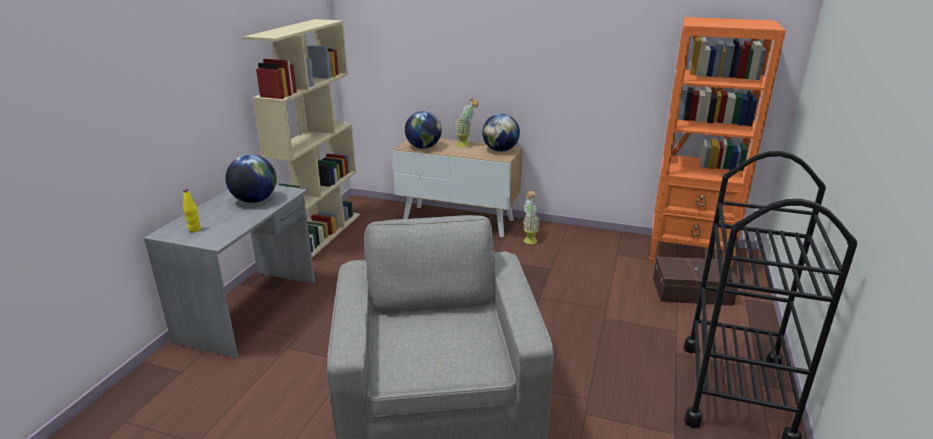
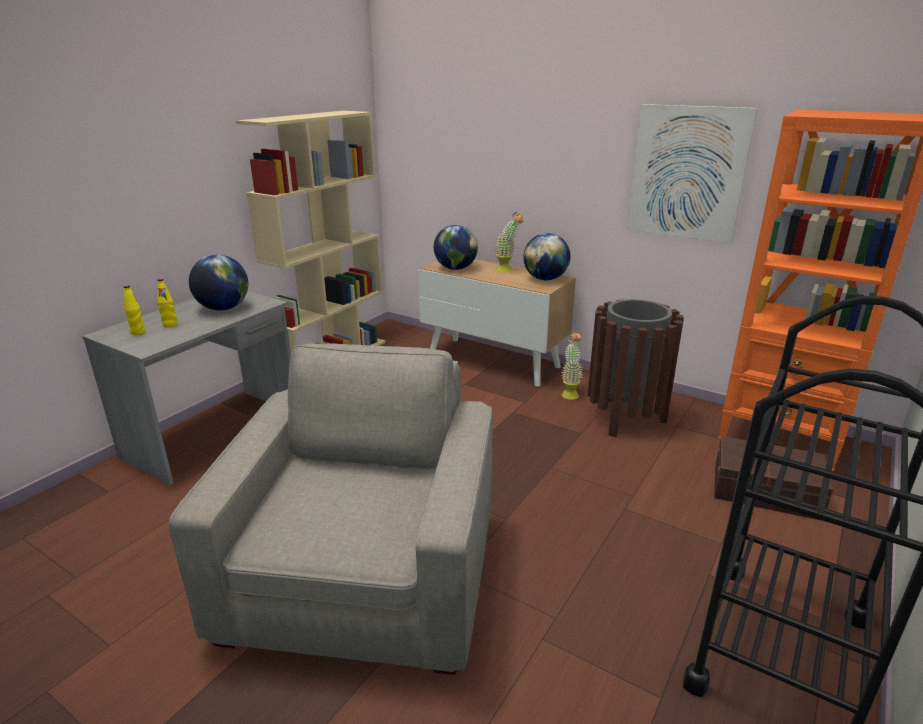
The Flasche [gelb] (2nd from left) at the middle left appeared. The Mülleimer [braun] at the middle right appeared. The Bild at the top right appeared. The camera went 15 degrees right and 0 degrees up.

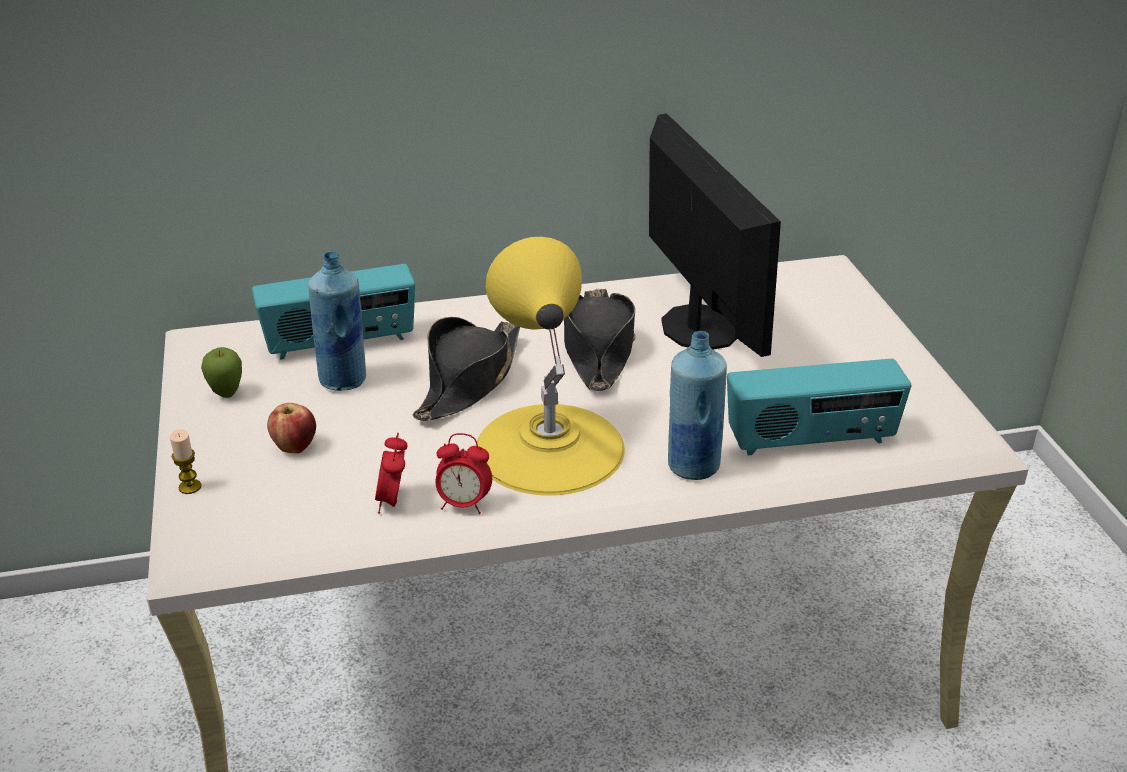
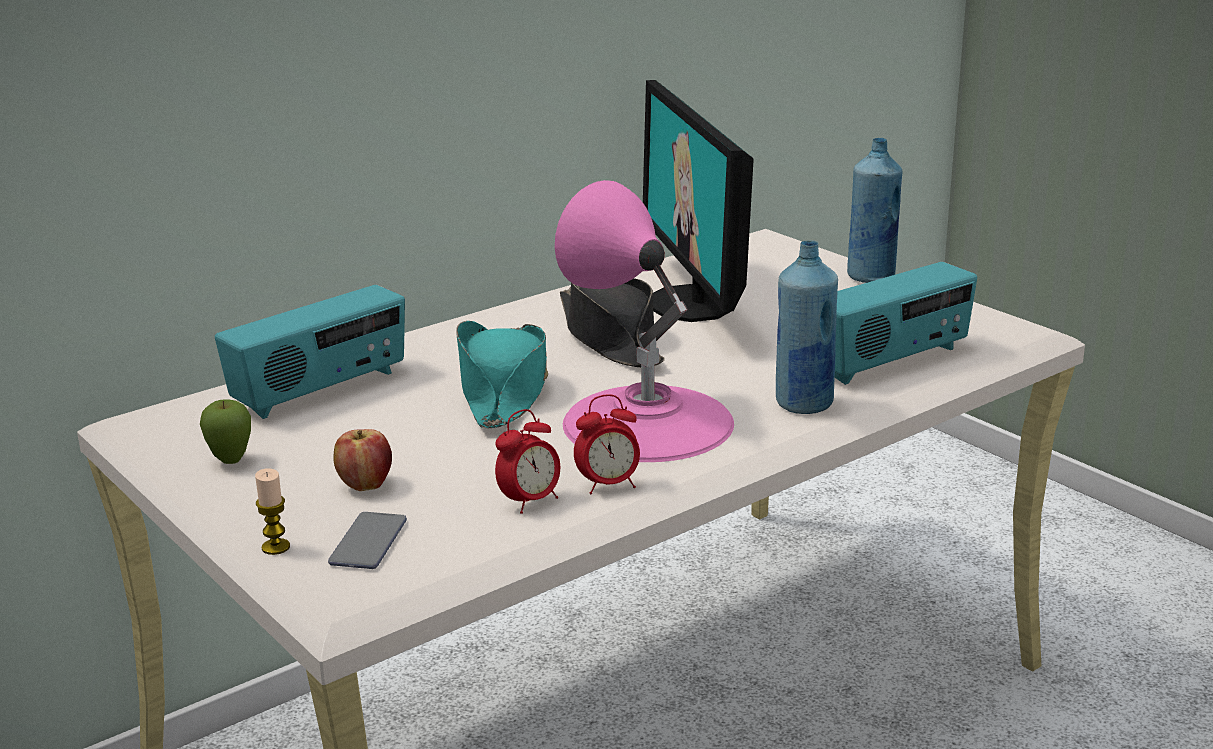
The Flasche [blau] (1st from left in the first image) moved from the middle left to the top right. The Wecker (1st from left) at the centre turned 105 degrees counterclockwise. The Hut [schwarz] (1st from left) at the centre became the Hut [türkis] at the centre. The Tischlampe [gelb] at the centre became the Tischlampe [rosa] at the centre. The Monitor at the top centre turned 150 degrees counterclockwise. The Handy at the bottom left appeared. The camera went 25 degrees left and 10 degrees down.

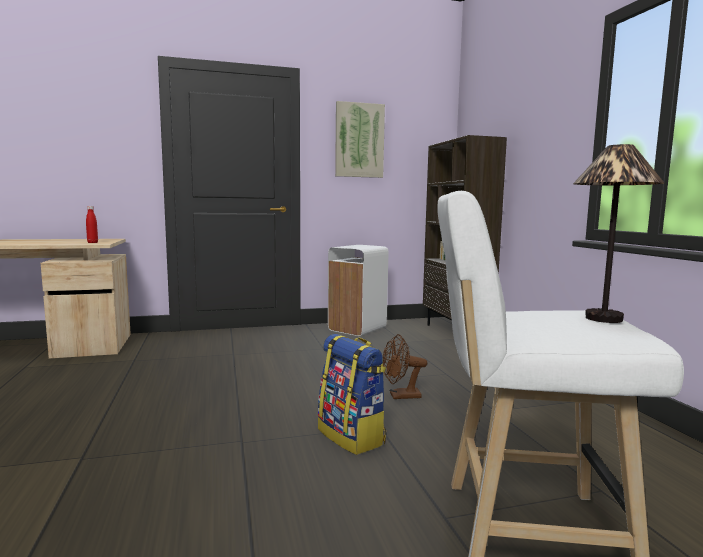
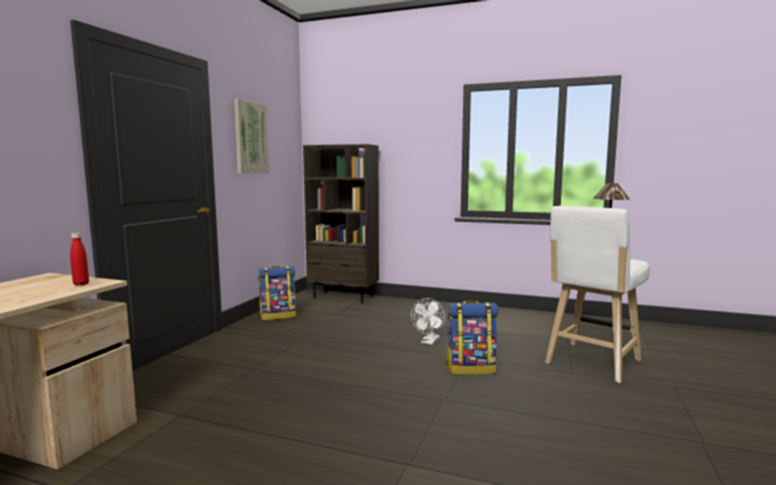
The Mülleimer [weiß] at the centre was replaced by the Rucksack (1st from left) at the centre. The Ventilator [braun] at the centre became the Ventilator [weiß] at the centre. The camera went 55 degrees left and 0 degrees up.

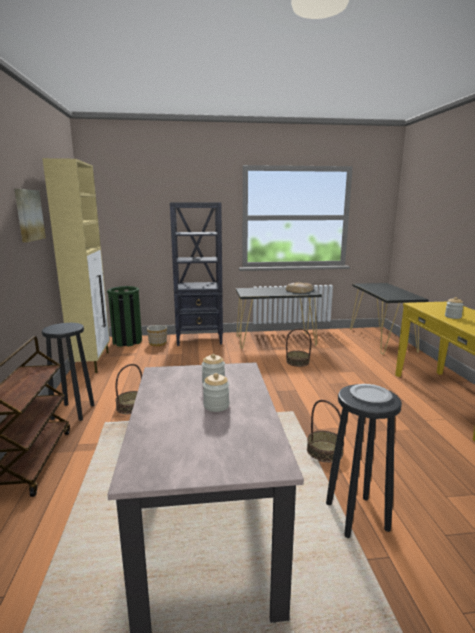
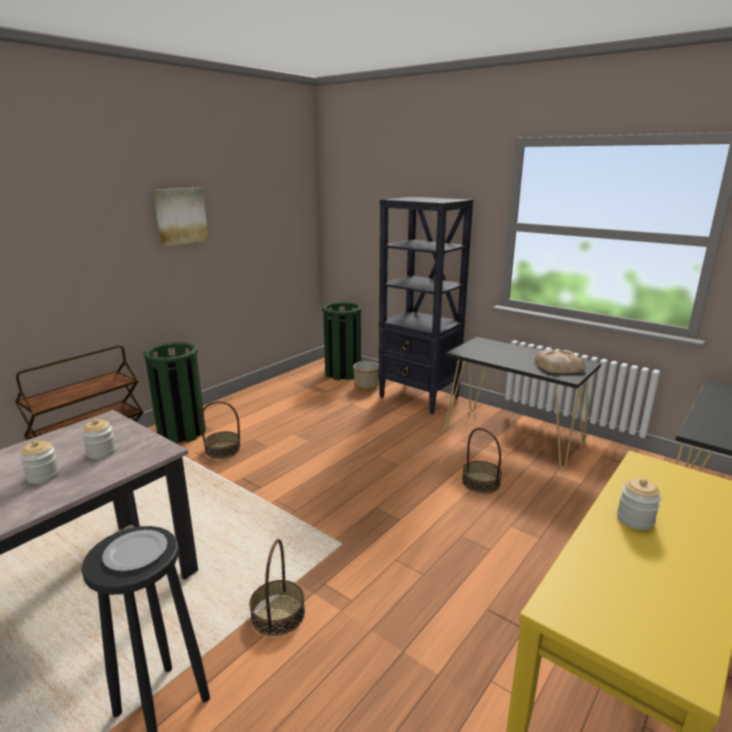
The Schrank [beige] at the middle left disappeared. The Hocker [schwarz] (1st from left) at the middle left was replaced by the Mülleimer [grün] (1st from left) at the middle left. The camera went 45 degrees right and 5 degrees up.

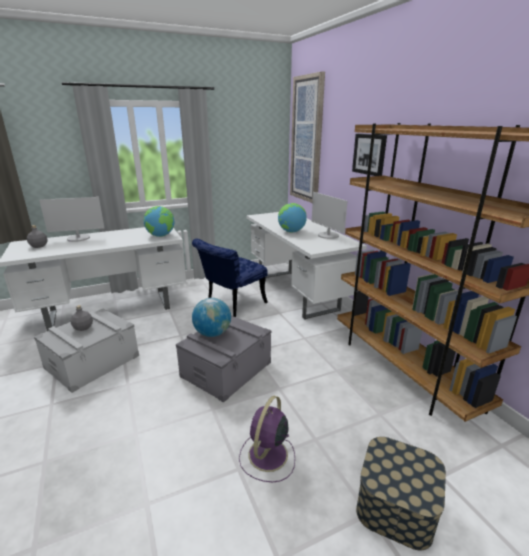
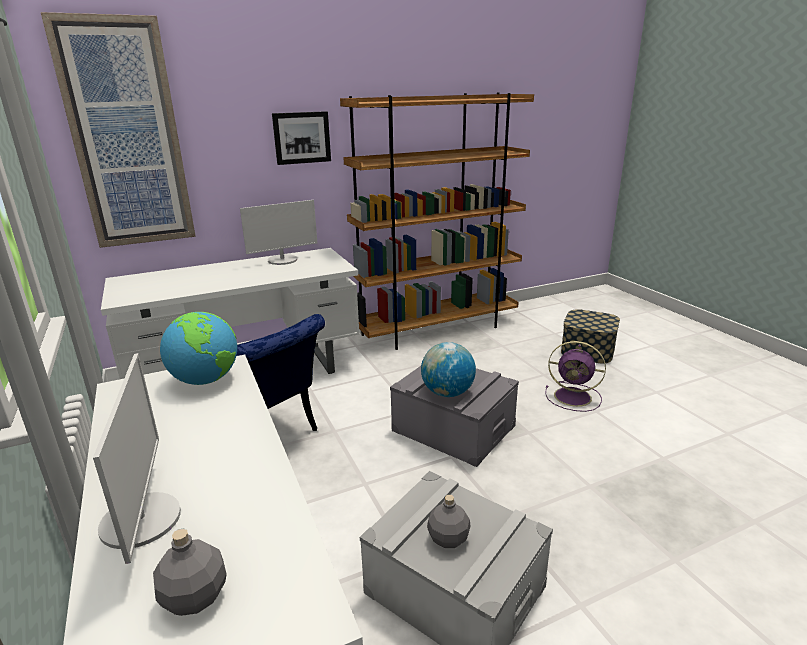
The Globus (3rd from left) at the centre disappeared. The camera went 90 degrees left and 0 degrees up.

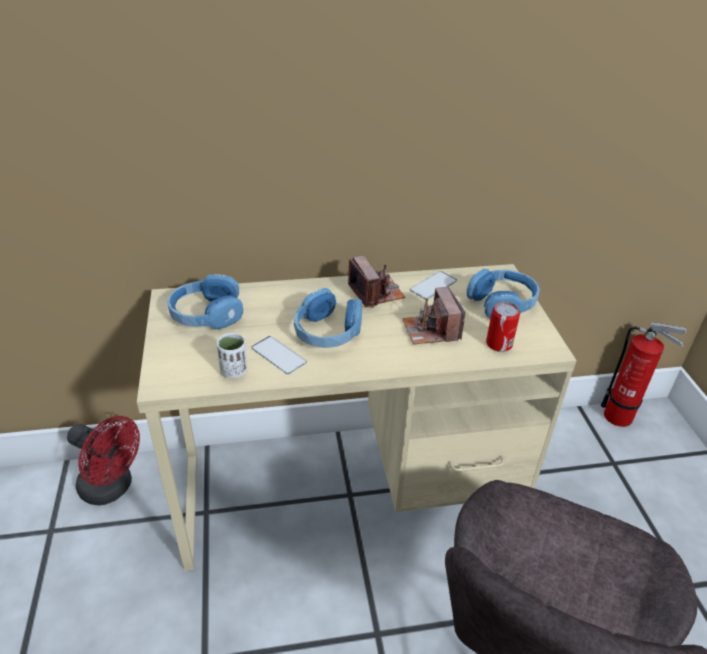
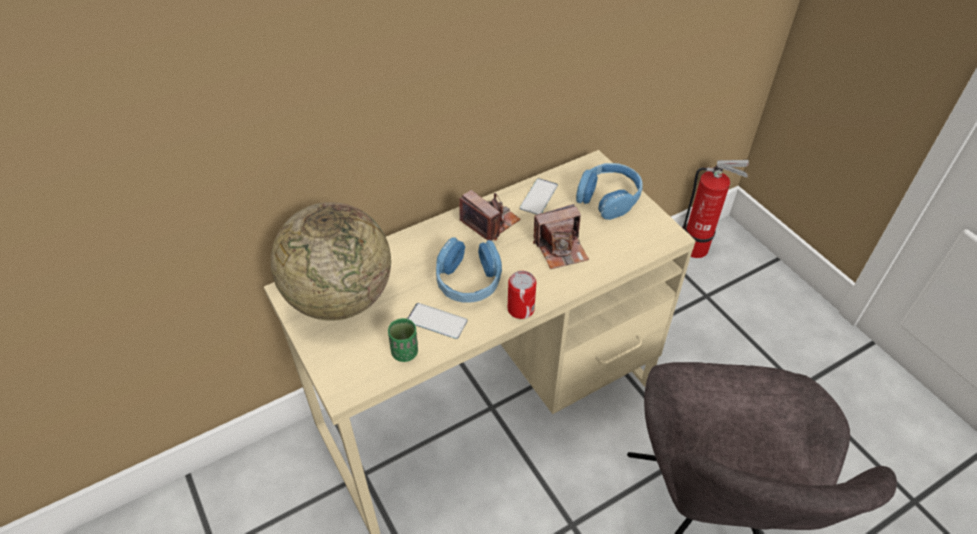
The Ventilator [rot] at the bottom left disappeared. The Kopfhörer [blau] (1st from left) at the middle left was replaced by the Globus at the centre. The Tasse [weiß] at the middle left became the Tasse [grün] at the centre. The Kamera (2nd from left) at the centre turned 75 degrees counterclockwise. The Dose moved from the middle right to the centre. The camera went 20 degrees left and 10 degrees up.

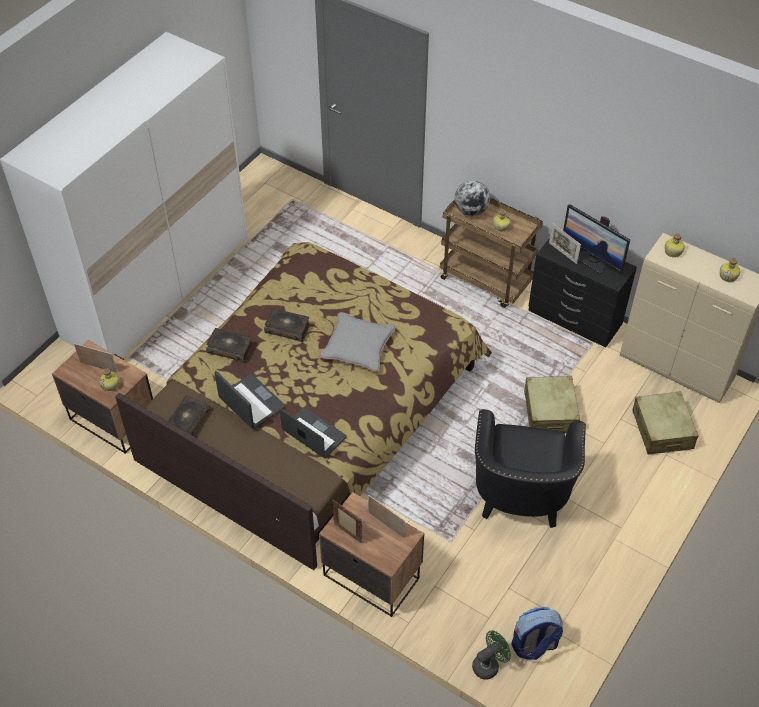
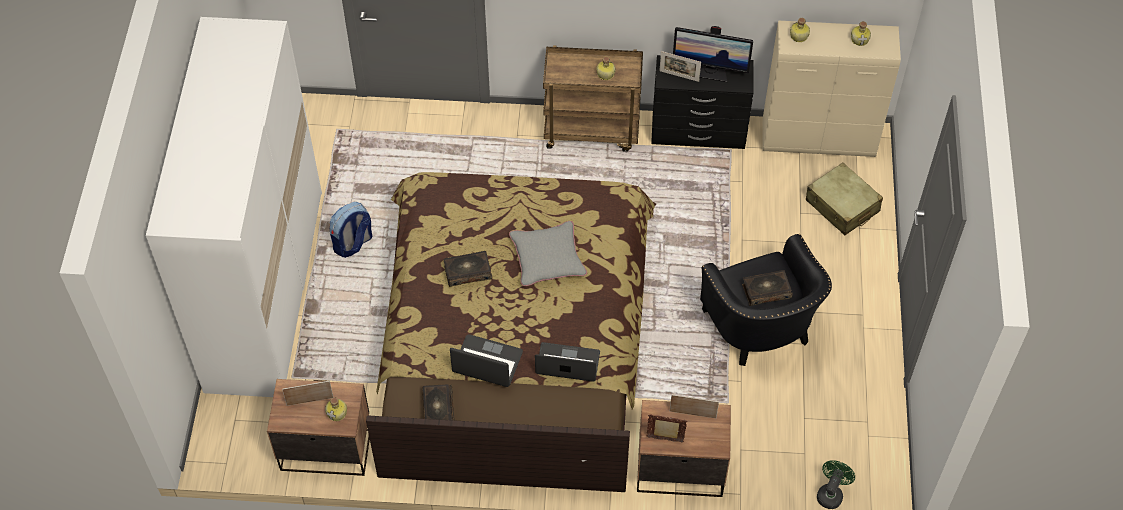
The Buch (2nd from left in the first image) moved from the middle left to the middle right. The Globus at the top centre disappeared. The Rucksack moved from the bottom right to the middle left. The Koffer [beige] (1st from left) at the middle right disappeared. The camera went 30 degrees left and 5 degrees up.

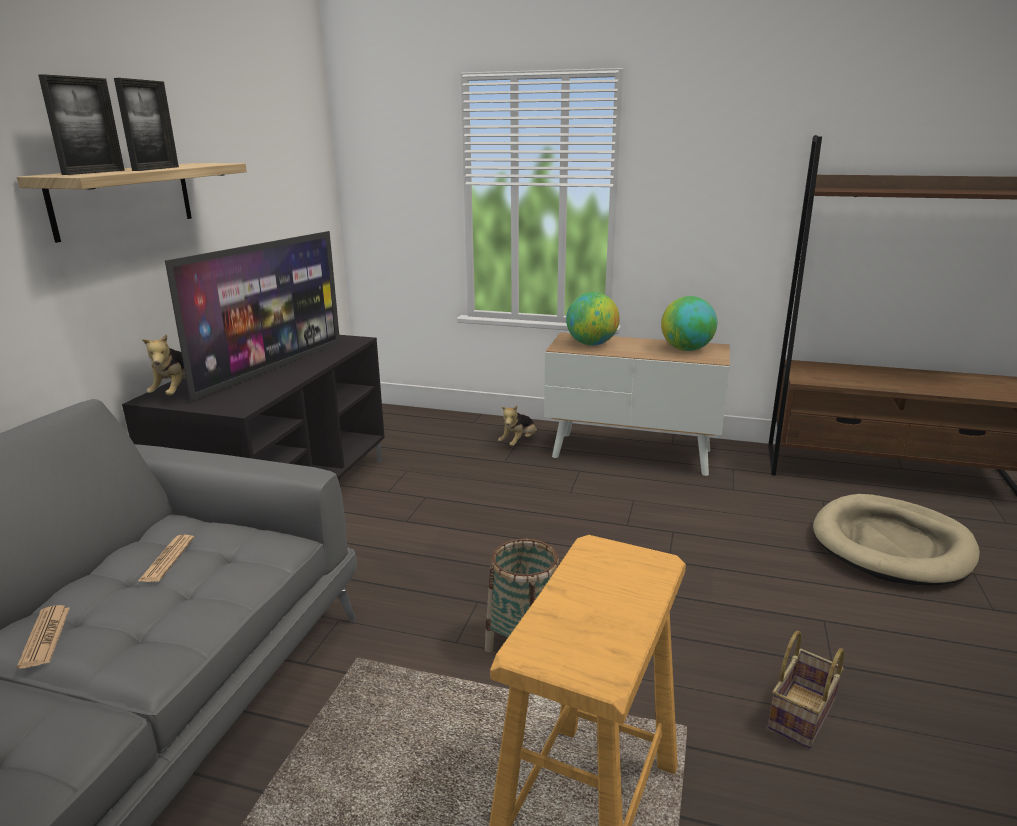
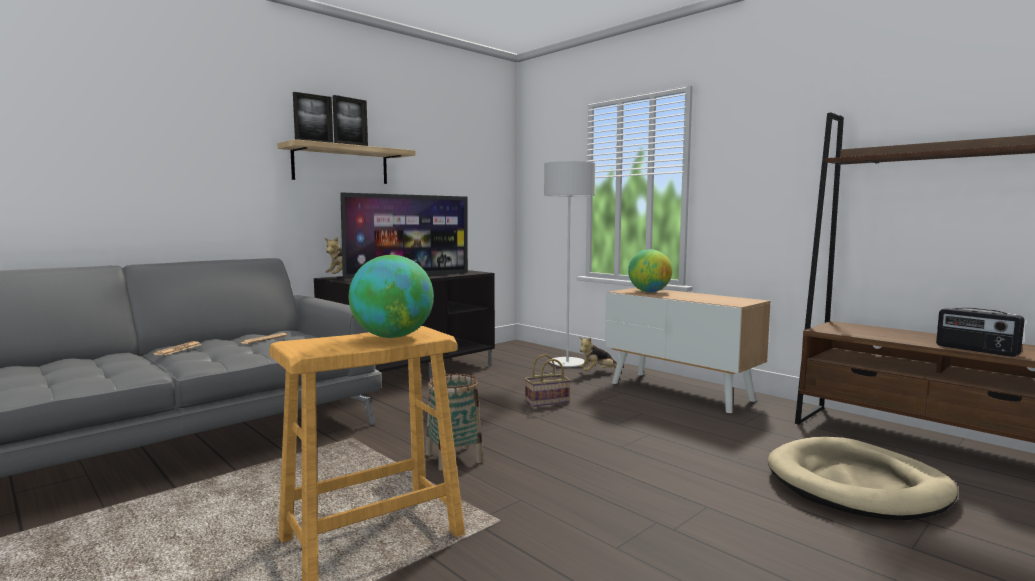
The Globus (2nd from left in the first image) moved from the middle right to the centre. The Korb (2nd from left) moved from the bottom right to the centre. The Stehlampe [grau] at the centre appeared. The Radio at the middle right appeared. The camera went 30 degrees right and 15 degrees down.

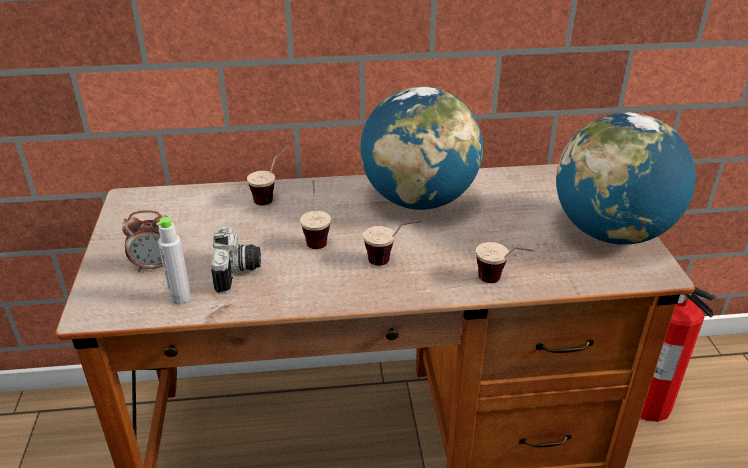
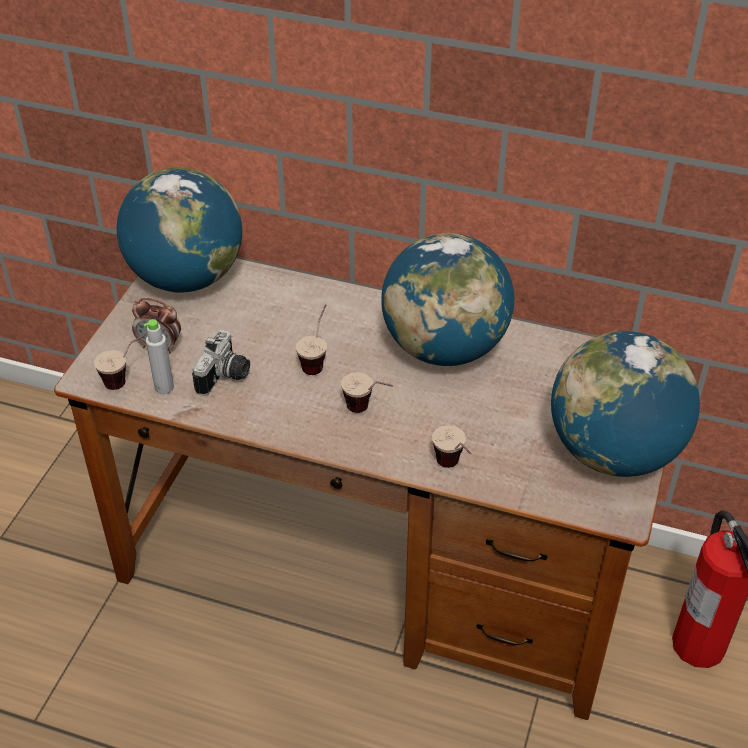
The Tasse (1st from left) moved from the centre to the middle left. The Globus (1st from left) at the top left appeared. The camera went 25 degrees right and 10 degrees up.

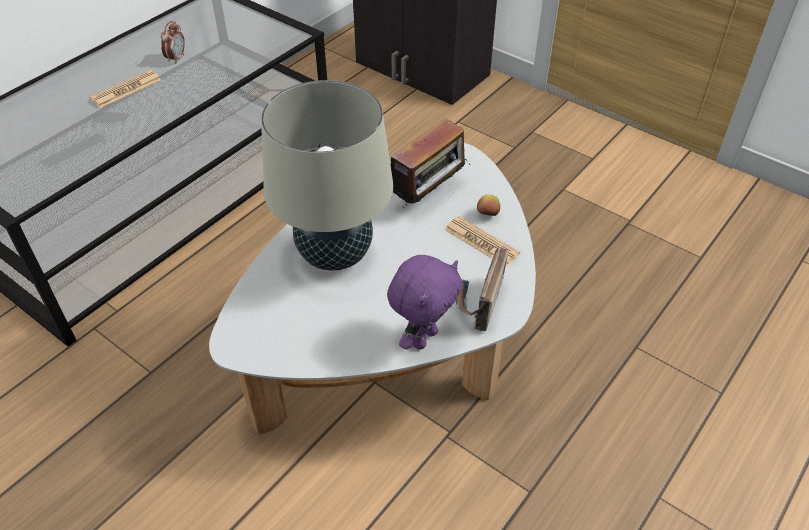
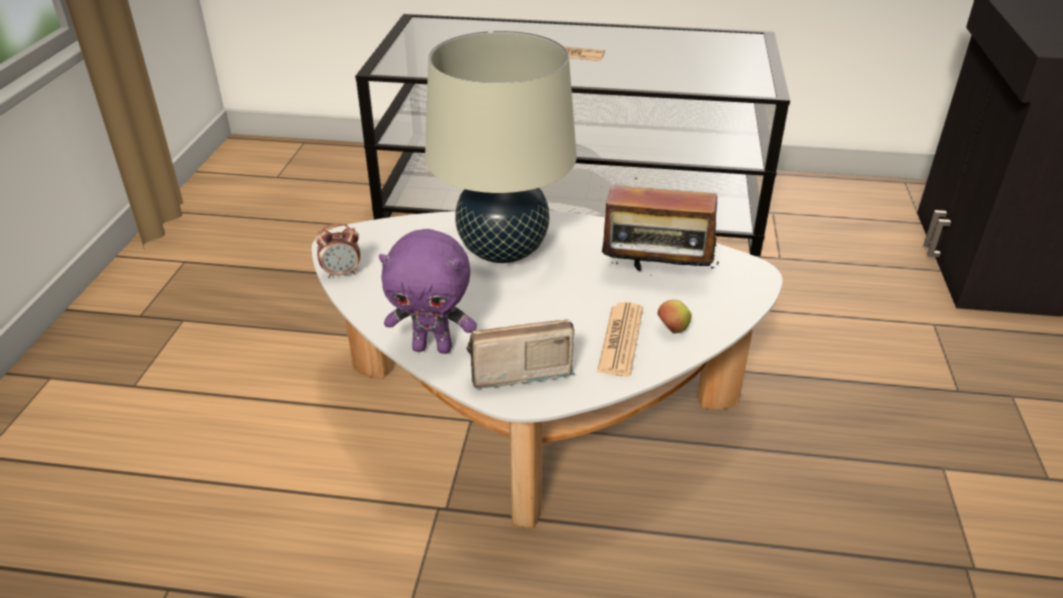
The Wecker moved from the top left to the middle left. The camera went 60 degrees right and 10 degrees down.

